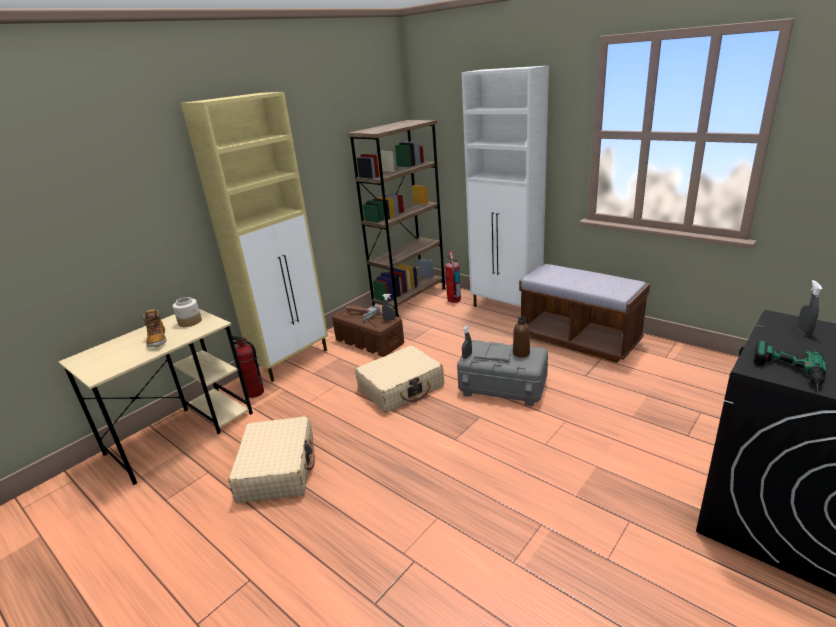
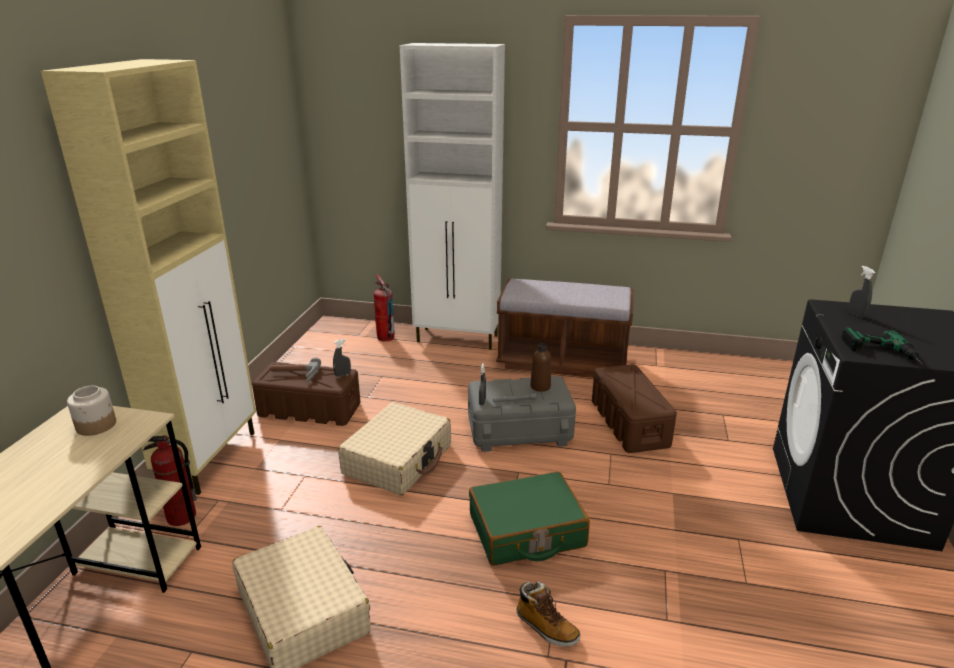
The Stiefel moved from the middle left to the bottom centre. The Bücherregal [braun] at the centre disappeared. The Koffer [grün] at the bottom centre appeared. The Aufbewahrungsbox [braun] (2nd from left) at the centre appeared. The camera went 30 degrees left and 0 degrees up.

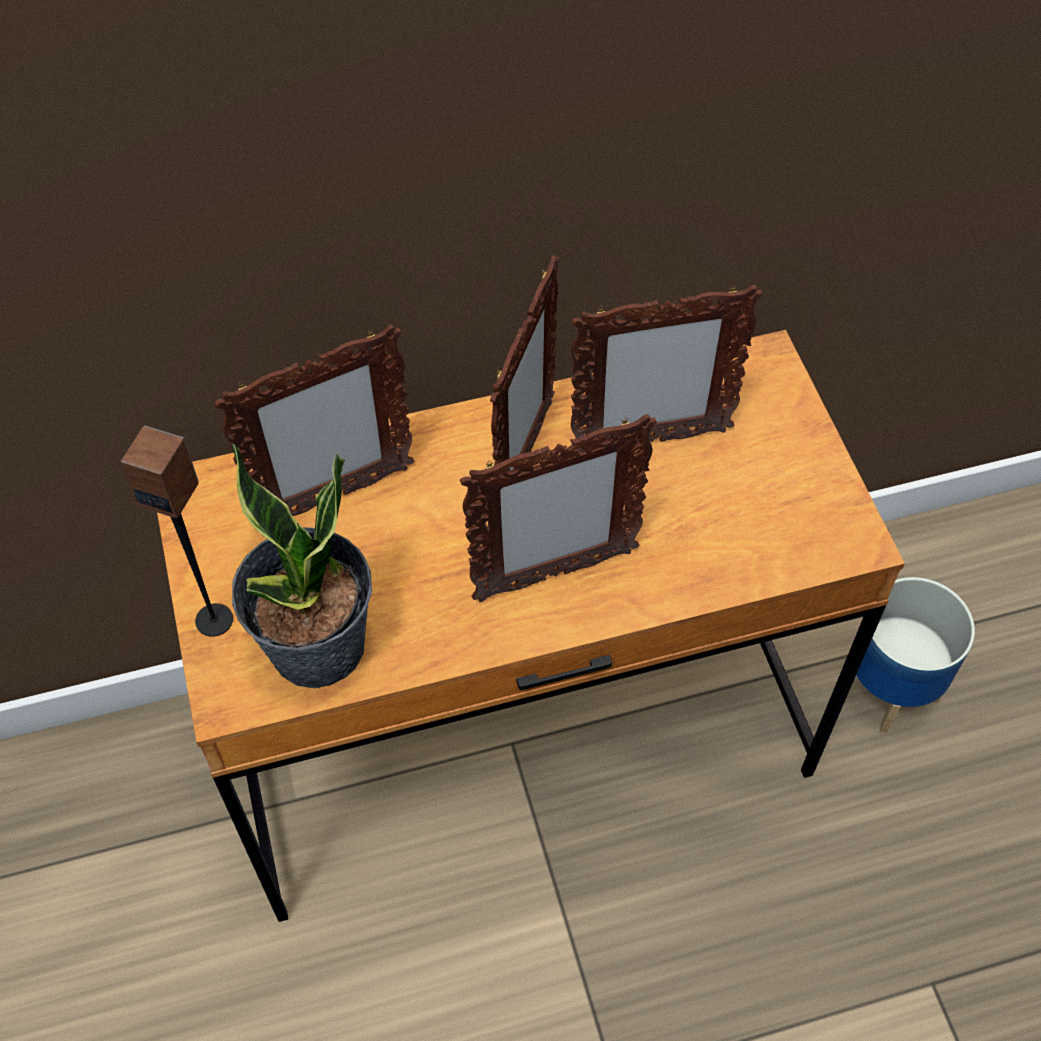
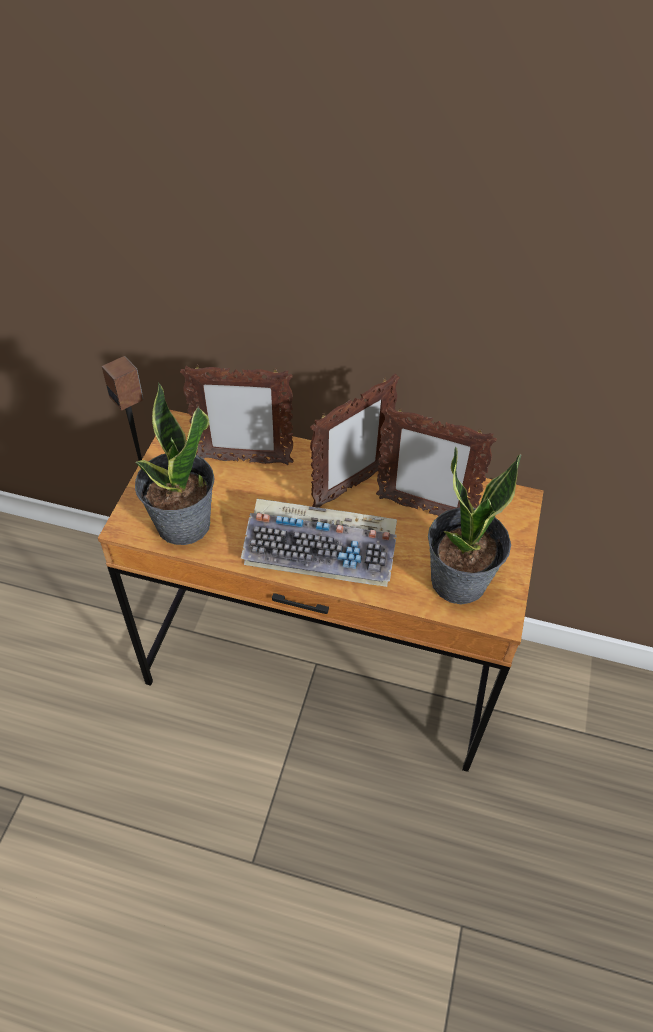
The Bilderrahmen (3rd from left) at the centre was replaced by the Tastatur at the centre. The Pflanzkübel at the middle right disappeared. The Topfpflanze (2nd from left) at the middle right appeared. The camera went 30 degrees right and 5 degrees down.

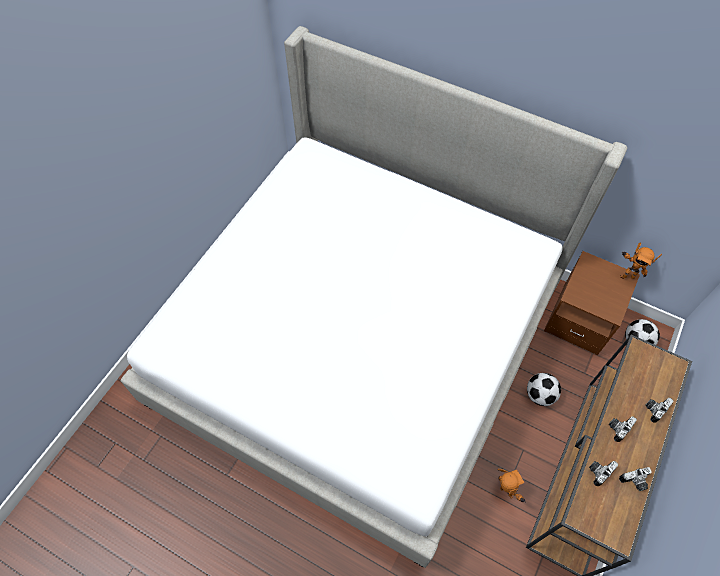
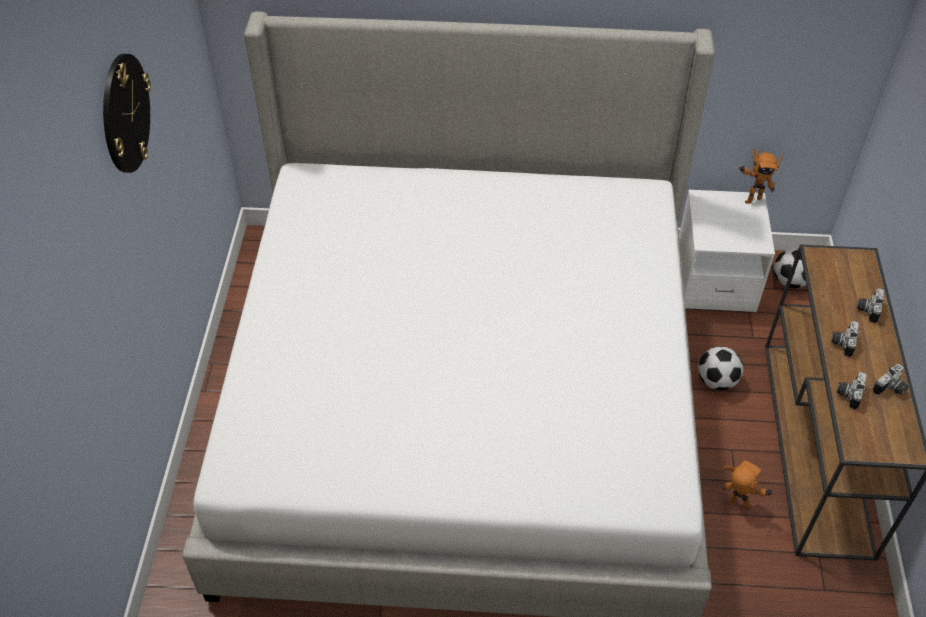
The Nachttisch [braun] at the middle right became the Nachttisch [weiß] at the middle right. The Wanduhr at the top left appeared. The camera went 25 degrees left and 10 degrees down.

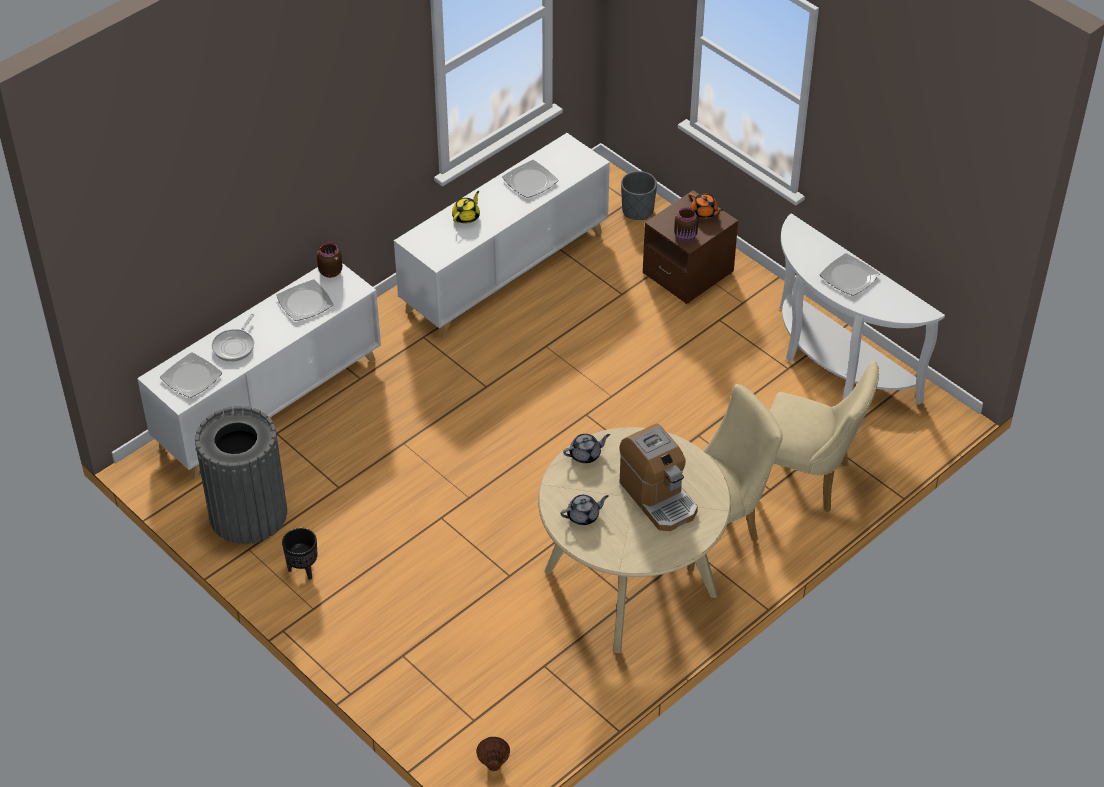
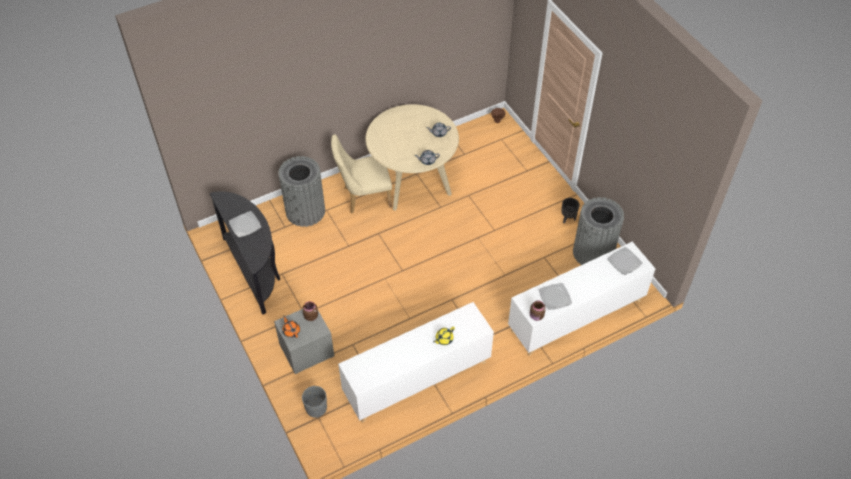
The Pfanne at the middle left disappeared. The Teller (3rd from left) at the top centre disappeared. The Kaffeemaschine at the centre disappeared. The Nachttisch [braun] at the top centre became the Nachttisch [grau] at the bottom centre. The Stuhl [beige] (2nd from left) at the middle right was replaced by the Mülleimer [grau] (1st from left) at the centre. The Konsolentisch [weiß] at the middle right became the Konsolentisch [schwarz] at the middle left. The camera went 165 degrees left and 5 degrees up.

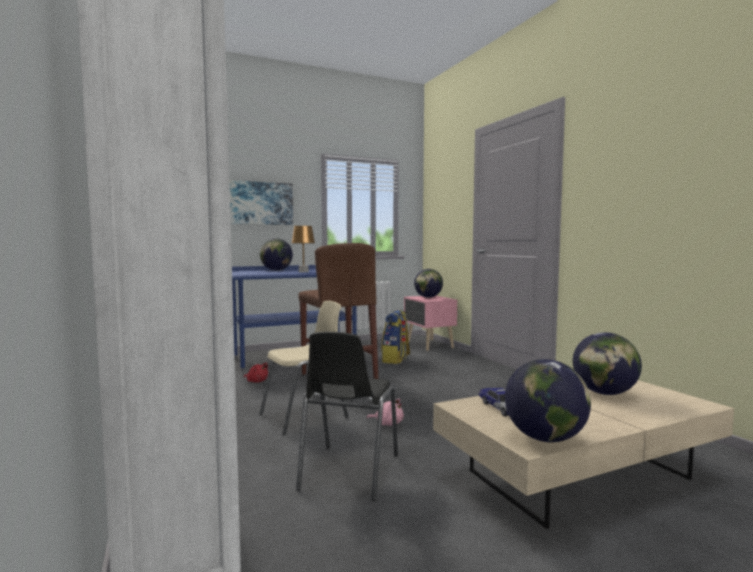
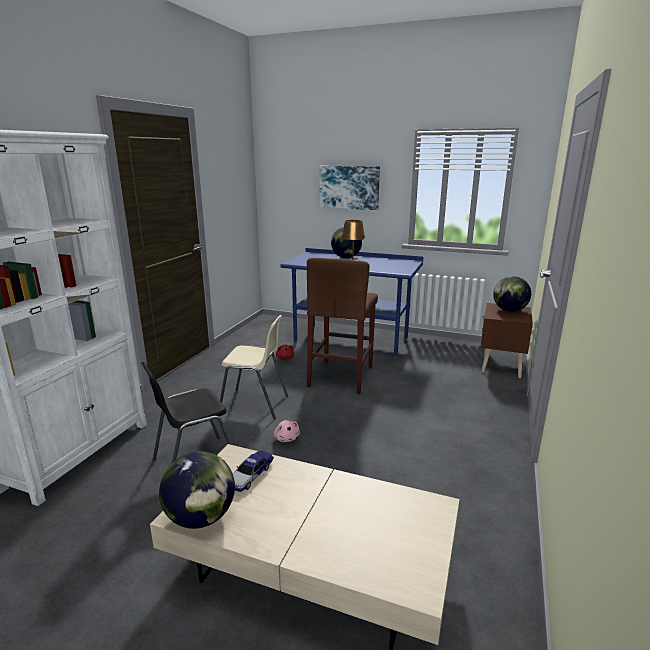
The Rucksack at the centre disappeared. The Nachttisch [rosa] at the centre became the Nachttisch [braun] at the middle right. The Globus (4th from left) at the middle right disappeared. The camera went 45 degrees right and 15 degrees up.

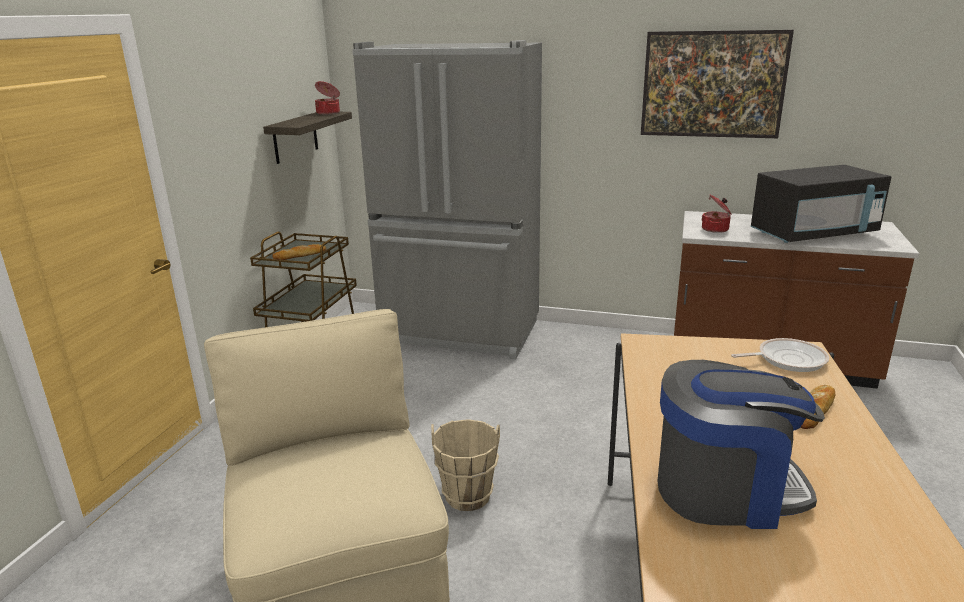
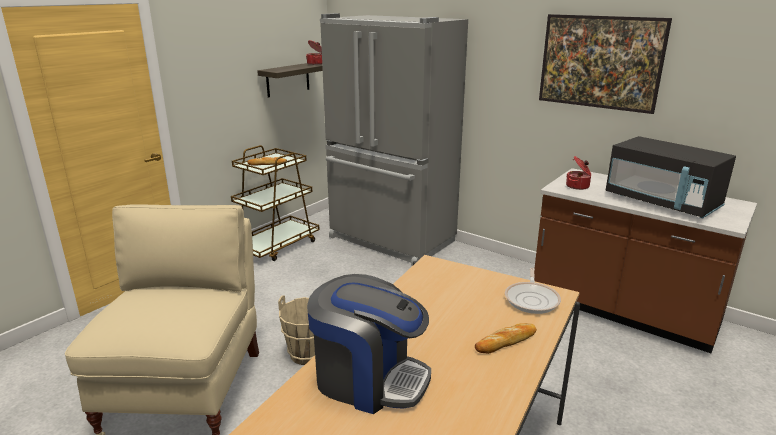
The Pfanne at the middle right turned 90 degrees clockwise. The Mikrowelle [schwarz] at the middle right turned 45 degrees clockwise. The camera went 20 degrees right and 0 degrees up.

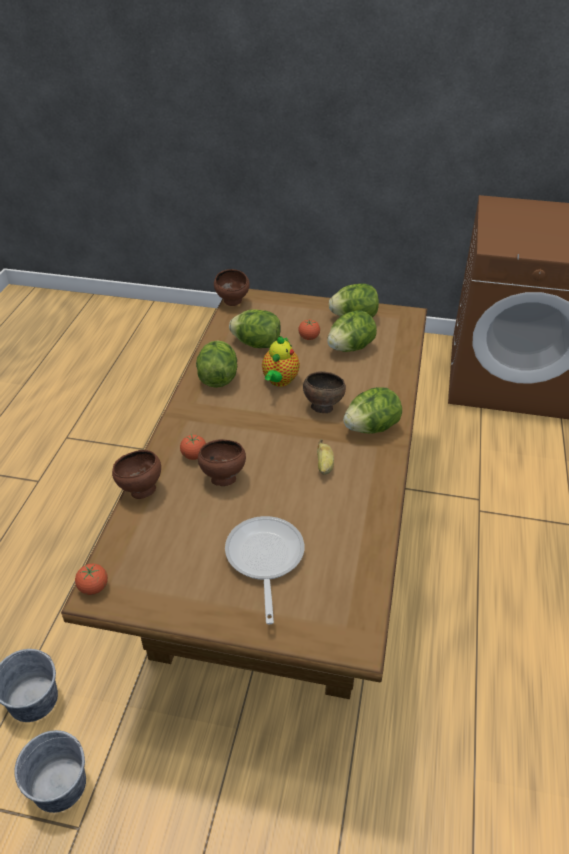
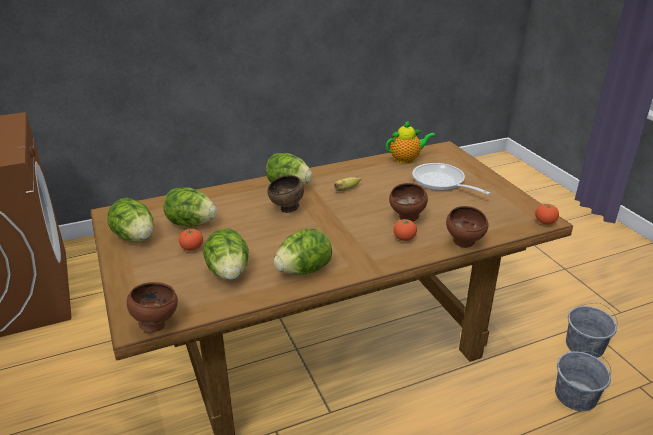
The Pfanne at the bottom centre turned 90 degrees clockwise. The Teekanne moved from the centre to the top centre. The camera went 125 degrees left and 10 degrees down.

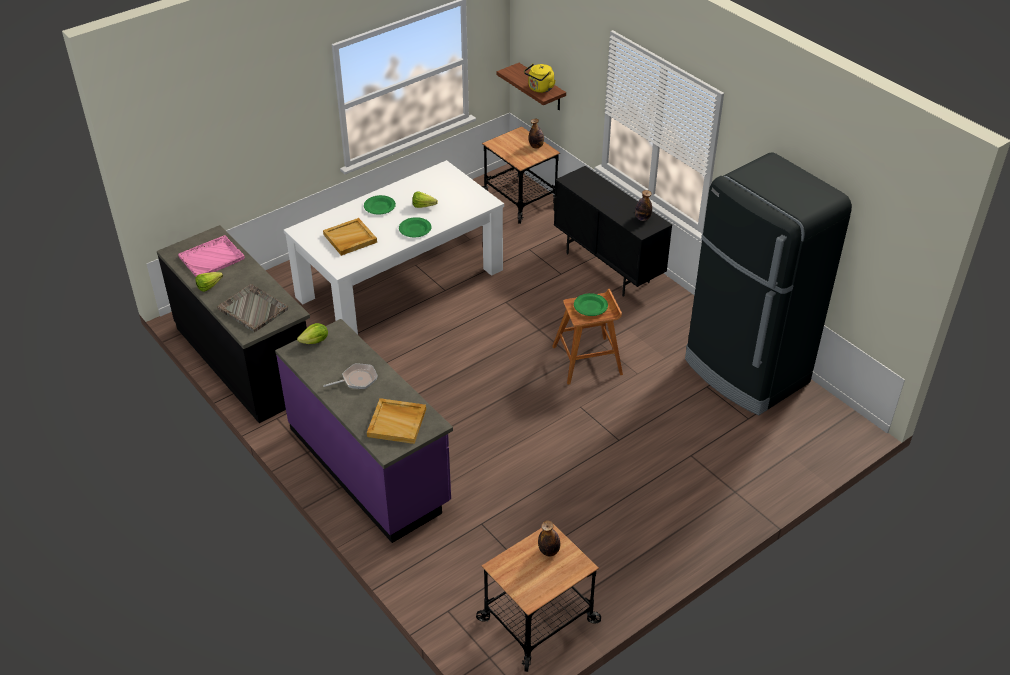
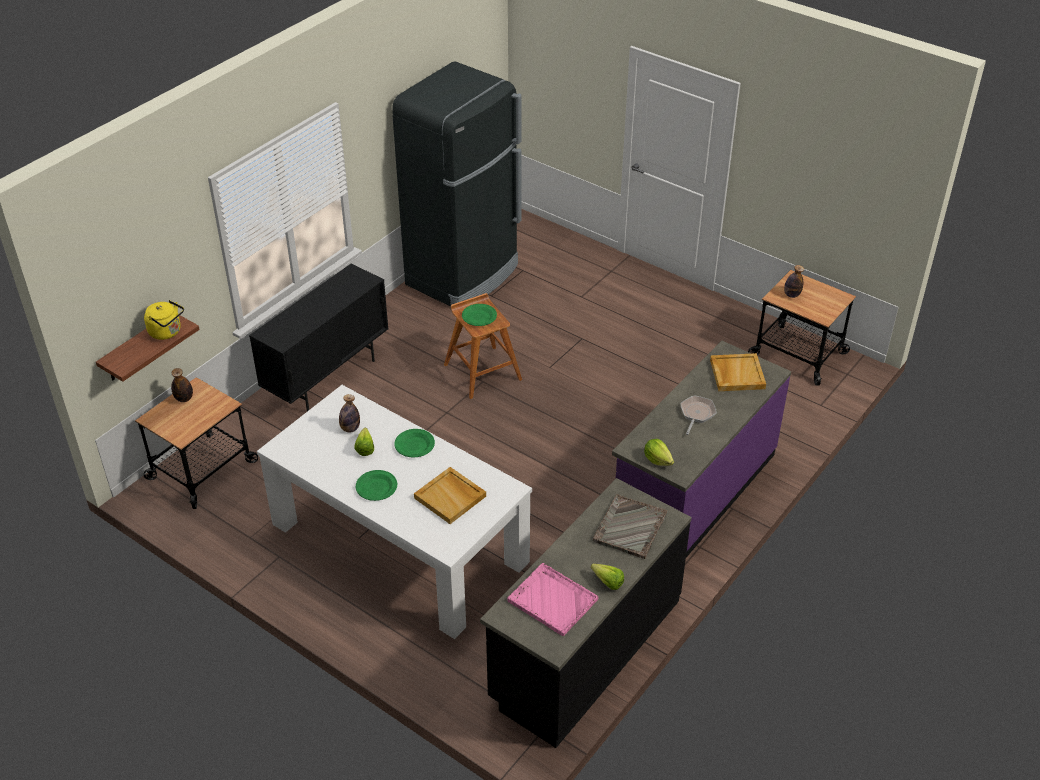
The Pfanne at the centre turned 60 degrees clockwise. The Flasche (3rd from left in the first image) moved from the top centre to the centre. The camera went 105 degrees left and 0 degrees up.

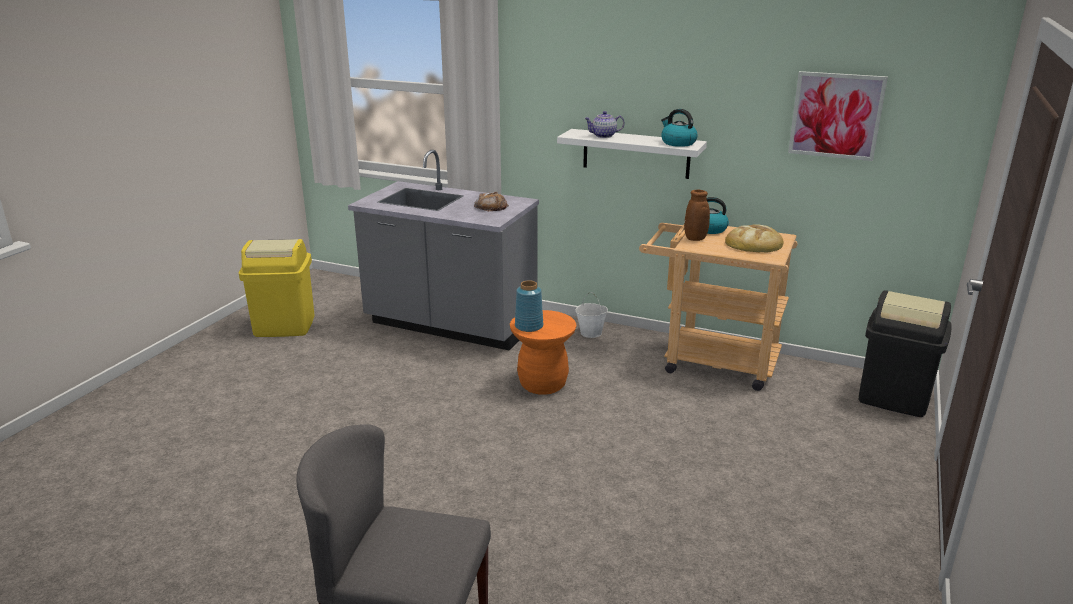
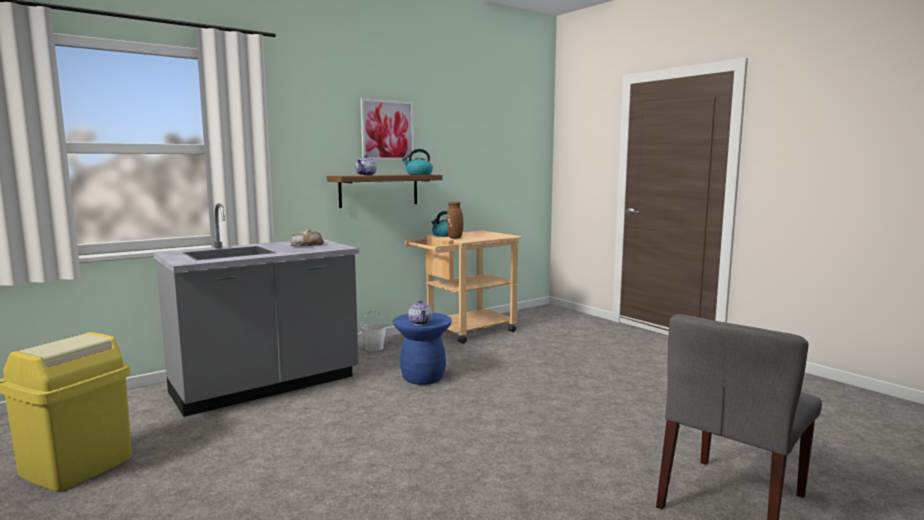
The Hocker [orange] at the centre became the Hocker [blau] at the bottom centre. The Vase [blau] at the centre was replaced by the Teekanne (2nd from left) at the centre. The Wandregal [weiß] at the top centre became the Wandregal [braun] at the centre. The Brot (2nd from left) at the middle right disappeared. The Bild moved from the top right to the top centre. The Mülleimer [schwarz] at the middle right disappeared. The camera went 60 degrees left and 15 degrees down.

